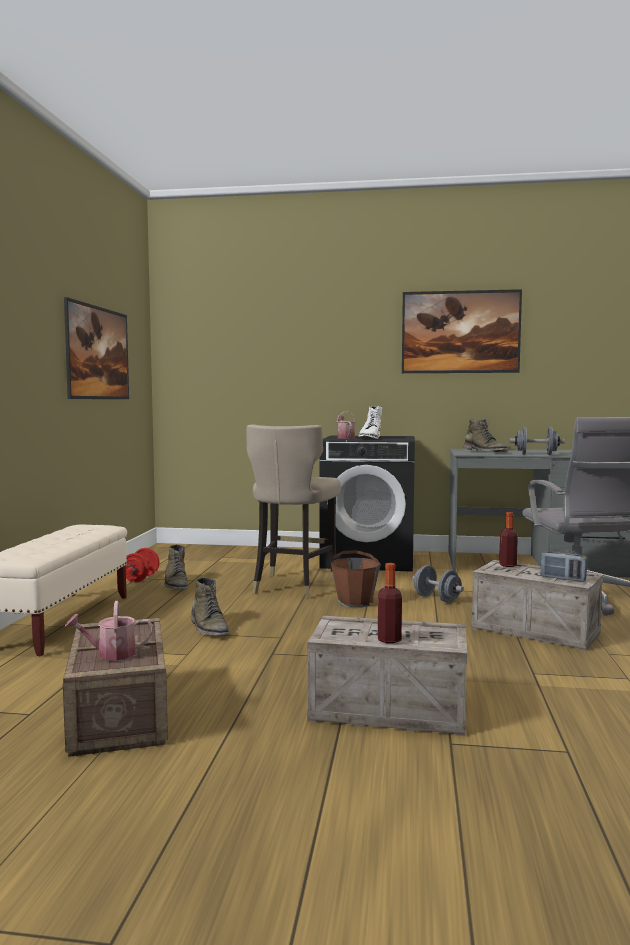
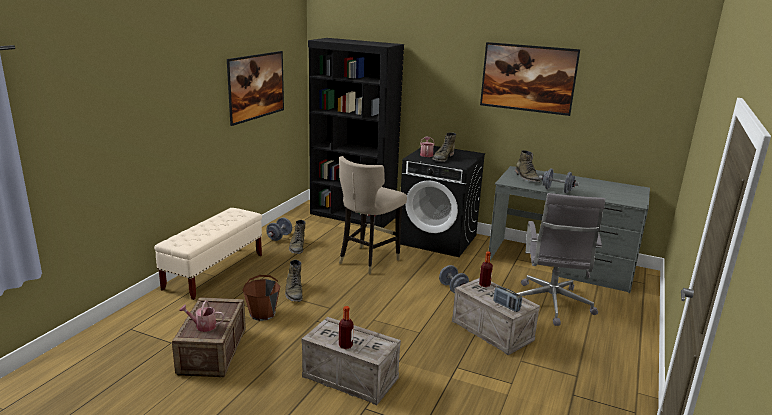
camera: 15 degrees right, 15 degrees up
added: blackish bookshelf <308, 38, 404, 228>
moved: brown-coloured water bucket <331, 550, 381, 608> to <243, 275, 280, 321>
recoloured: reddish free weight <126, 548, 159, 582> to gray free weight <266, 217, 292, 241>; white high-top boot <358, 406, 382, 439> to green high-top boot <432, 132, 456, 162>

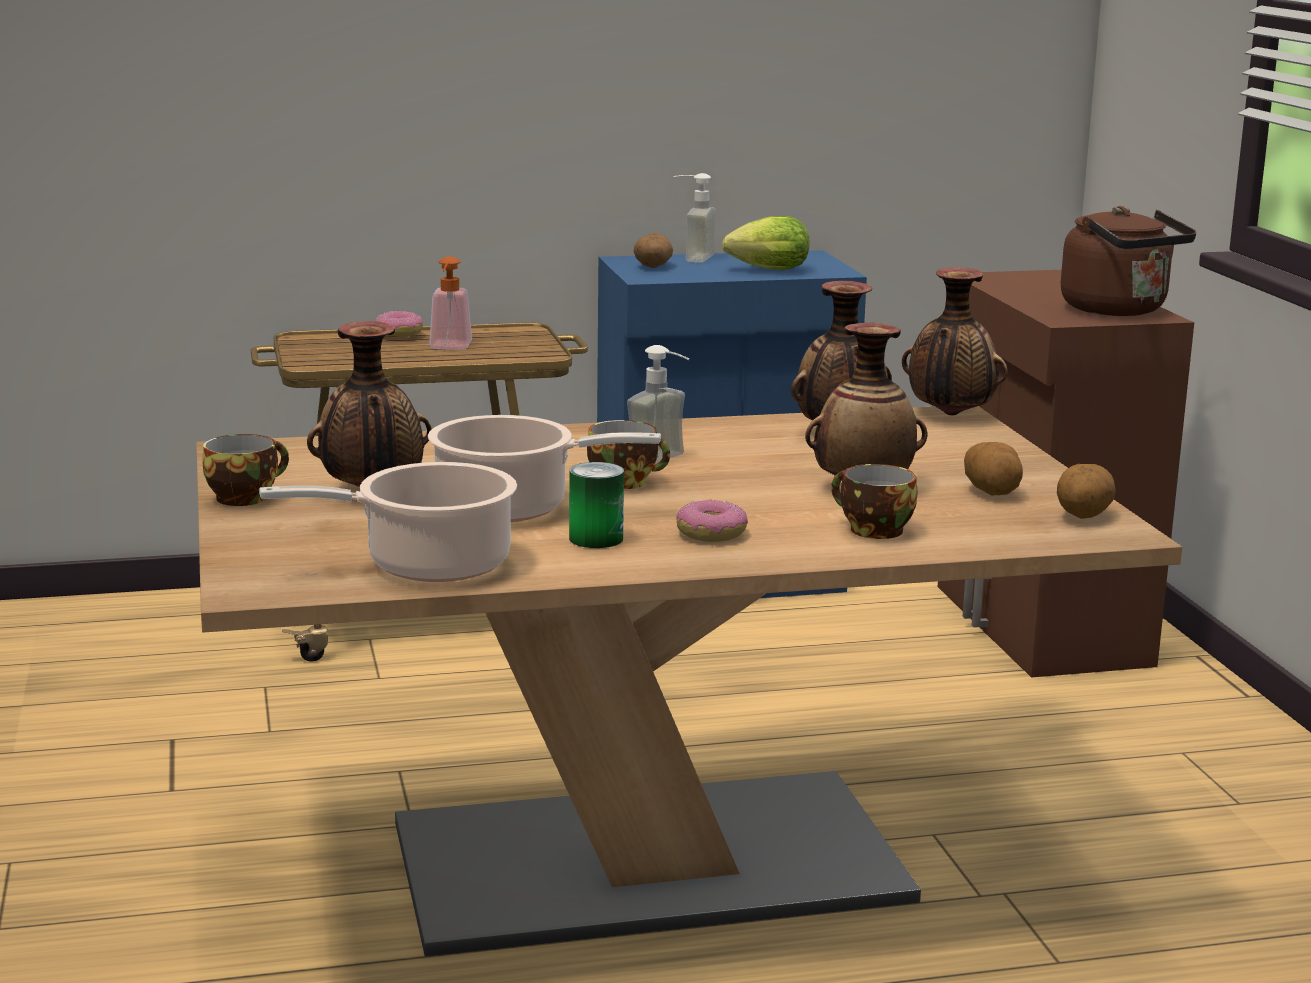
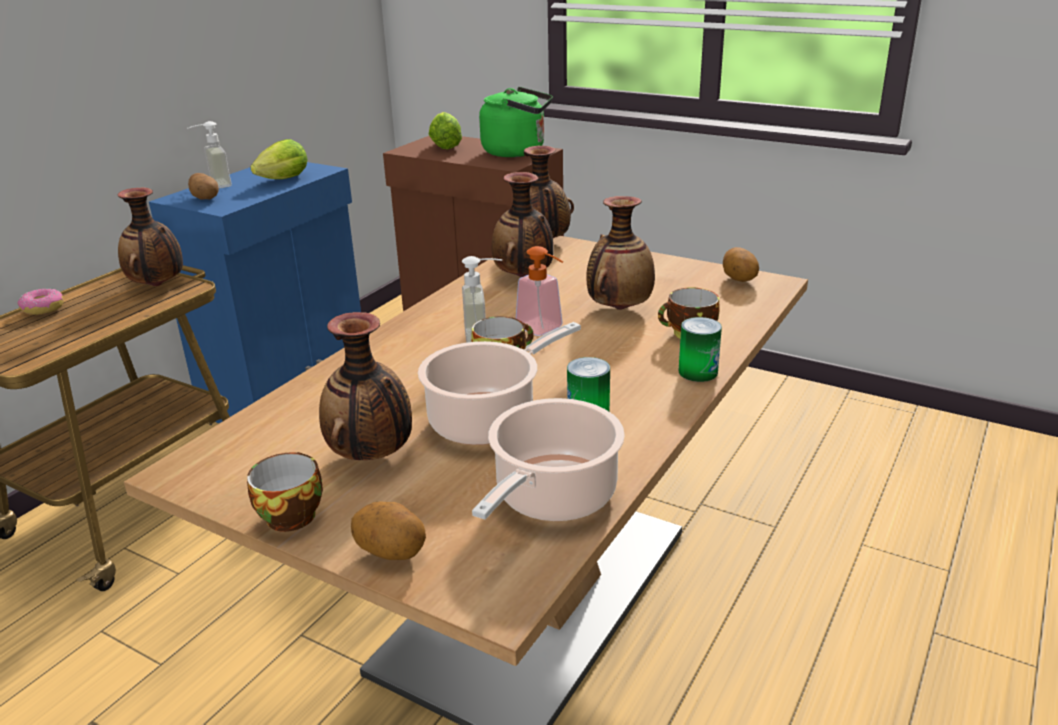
camera: 45 degrees left, 10 degrees up
removed: doughnut <677, 499, 748, 542>
added: flower vase <118, 188, 183, 286>; lettuce head <429, 112, 462, 150>; metal can <679, 317, 722, 382>
moved: whole potato <964, 442, 1023, 496> to <351, 501, 426, 560>; soap dispenser <429, 257, 472, 350> to <516, 246, 563, 336>
recoloured: brown-coloured water kettle <1061, 206, 1196, 316> to green water kettle <479, 87, 553, 157>

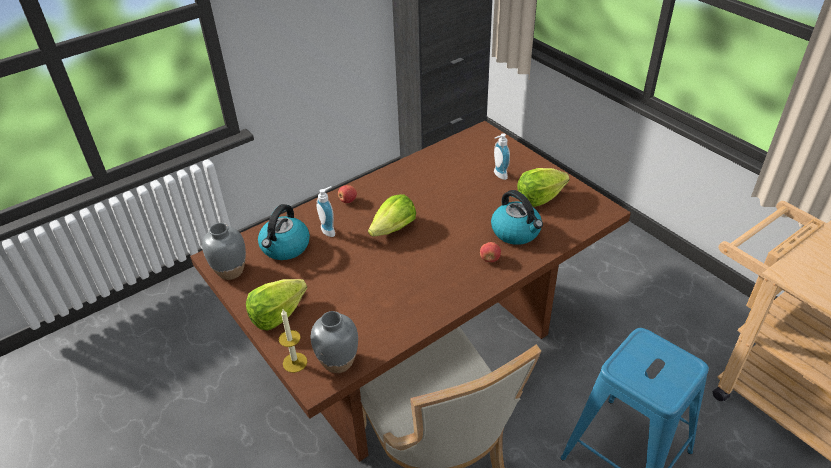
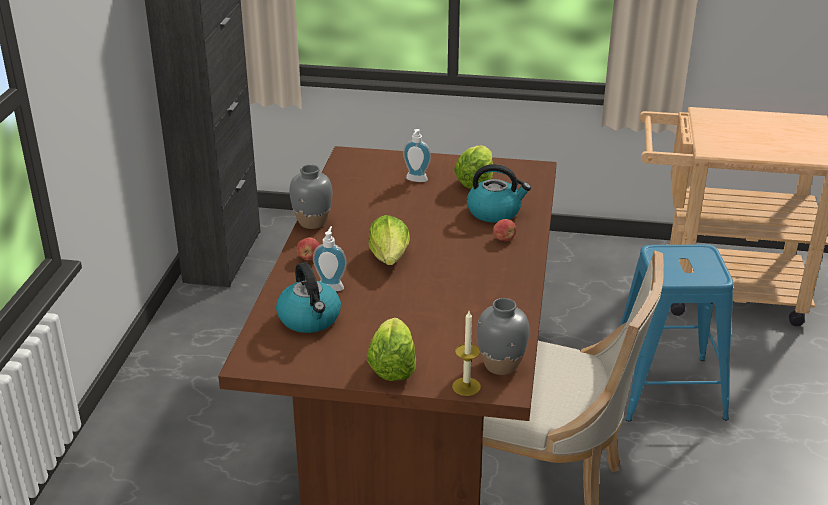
camera: 45 degrees left, 10 degrees down
moved: gray flower vase <202, 223, 246, 280> to <289, 165, 332, 229>

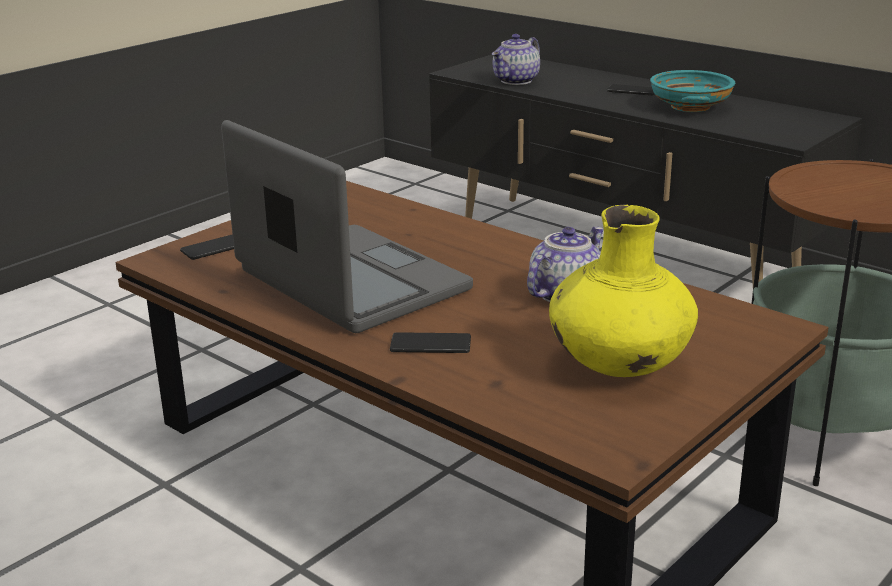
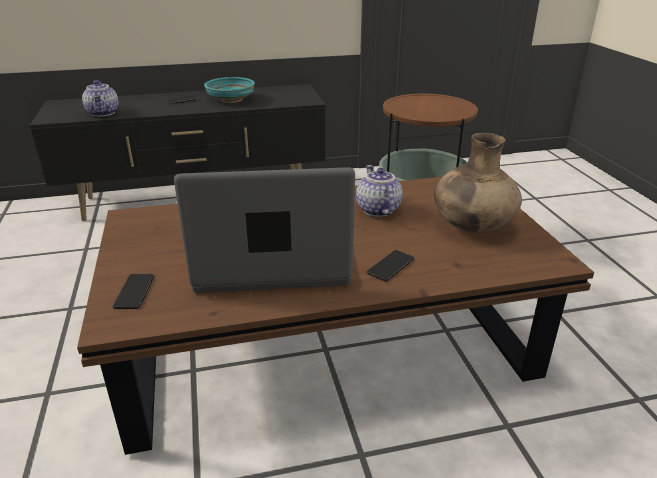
camera: 55 degrees left, 5 degrees up
recoloured: yellowish flower vase <549, 205, 698, 377> to brown-coloured flower vase <434, 133, 522, 233>

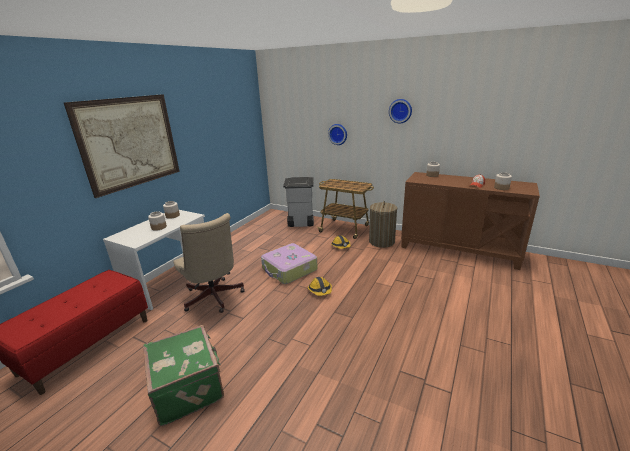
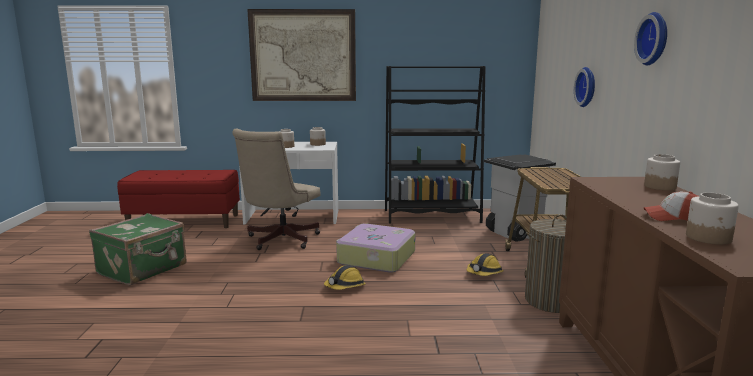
camera: 60 degrees right, 10 degrees down
added: blackish bookshelf <385, 66, 486, 224>

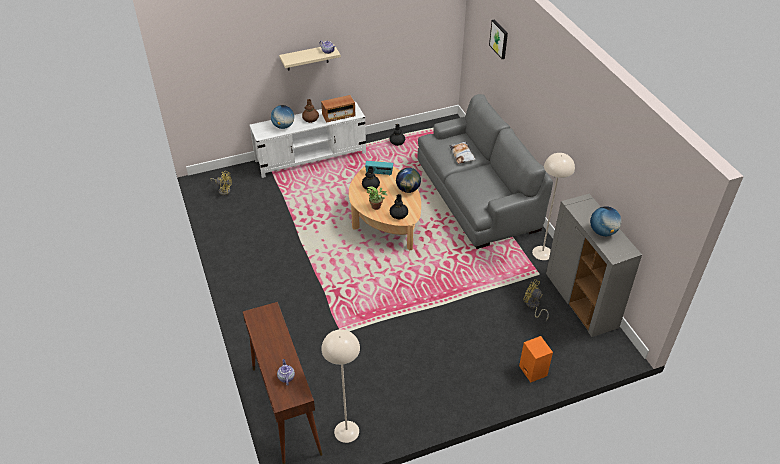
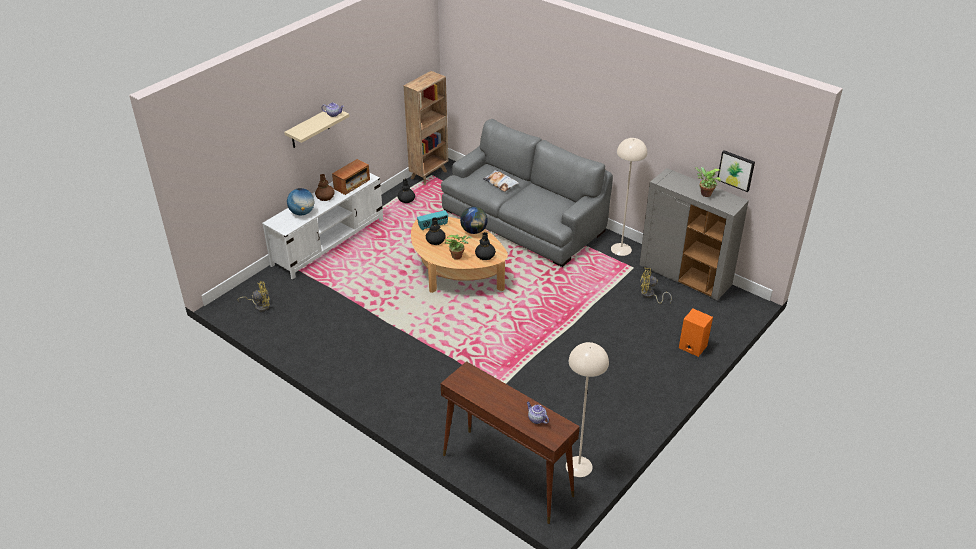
camera: 30 degrees left, 5 degrees down
added: brown-coloured bookshelf <404, 71, 448, 185>
moved: picture <489, 19, 508, 59> to <718, 150, 755, 192>
replaced: globe <590, 206, 621, 236> to plant in a pot <694, 167, 721, 197>

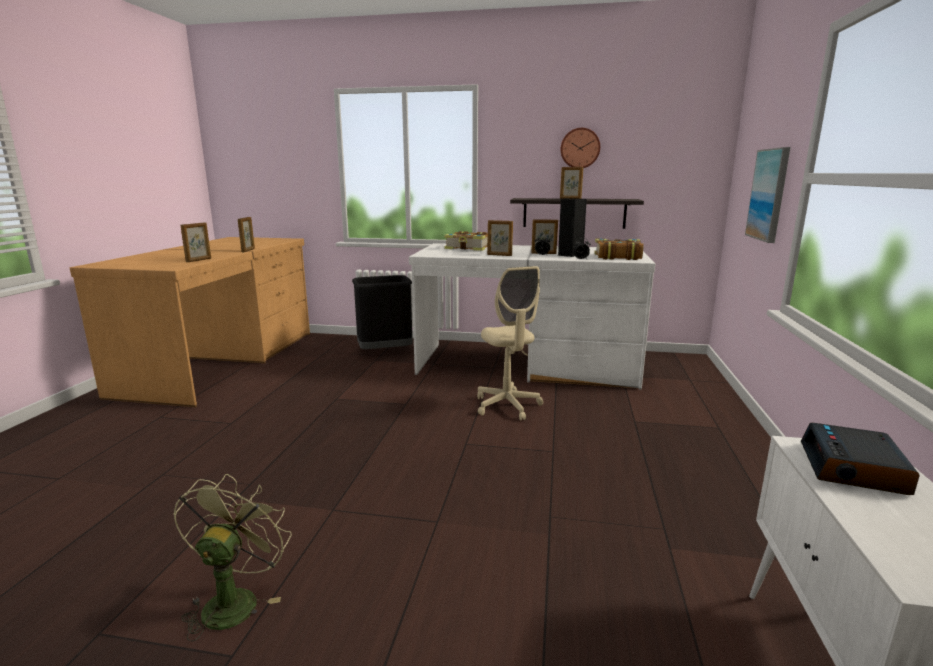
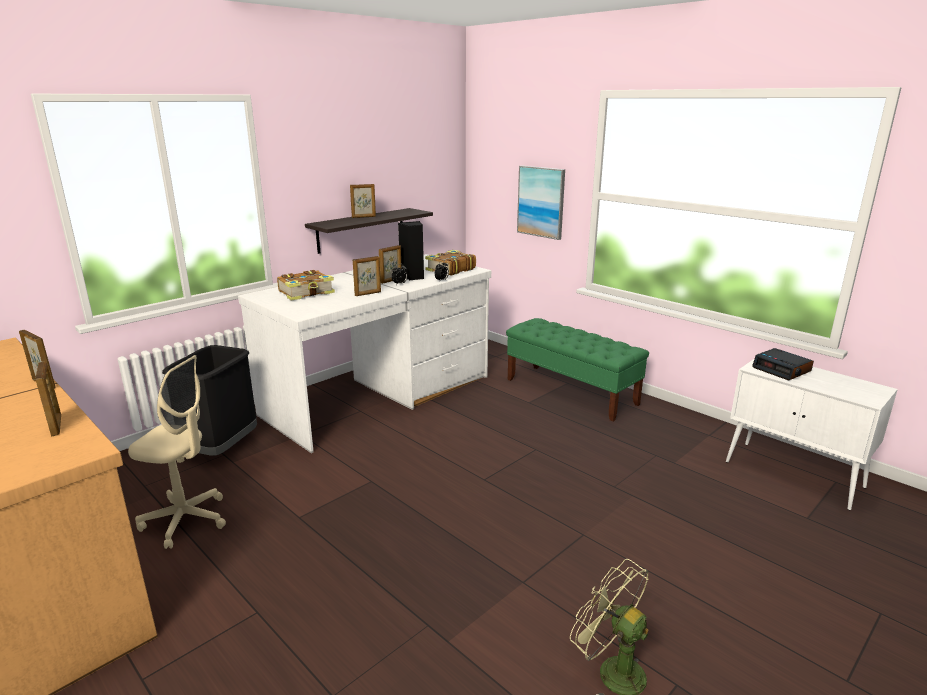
camera: 55 degrees left, 5 degrees up
removed: wall clock <561, 128, 600, 168>
added: green bench <506, 318, 649, 421>
moved: beige desk chair <477, 266, 543, 420> to <128, 355, 226, 549>

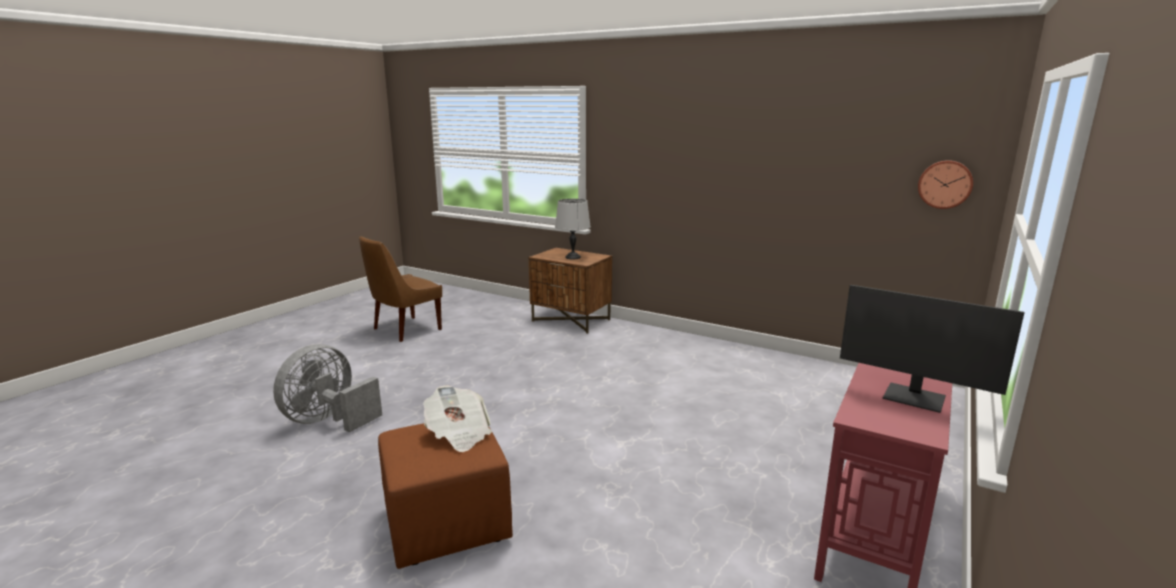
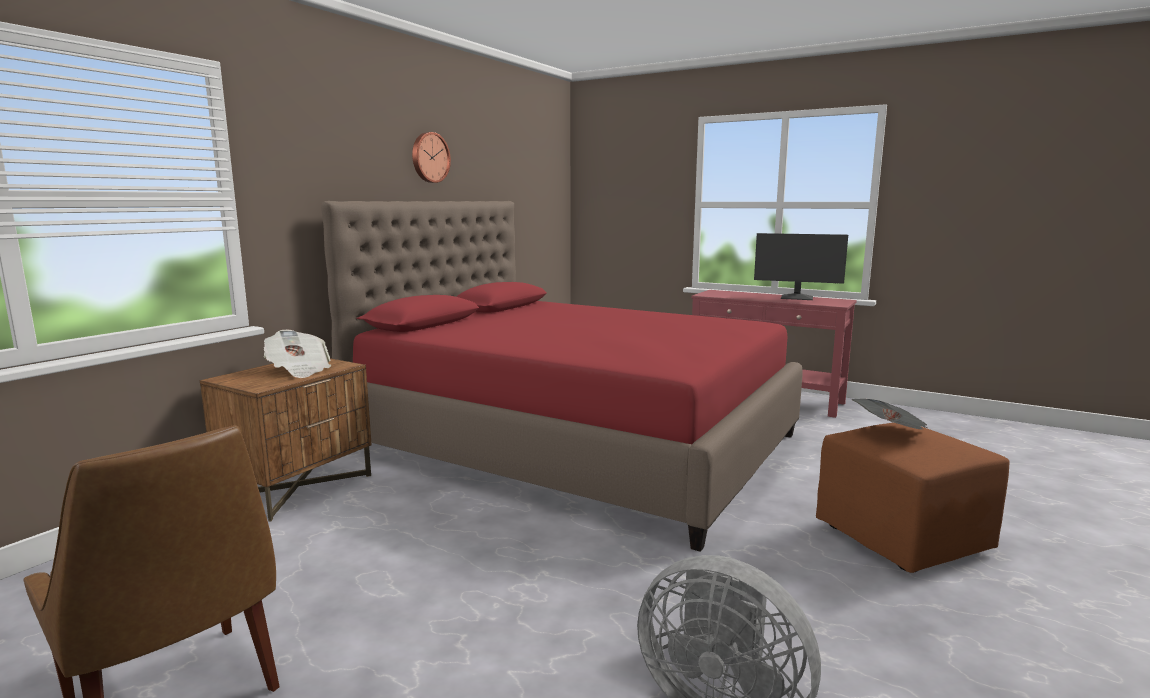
camera: 90 degrees left, 5 degrees down
added: reddish sleeping bed <321, 201, 803, 552>
moved: wall clock <918, 160, 973, 209> to <412, 132, 451, 183>
replaced: gray lamp for a table <555, 199, 591, 259> to printed paper <263, 330, 331, 378>
turned: monitor <840, 285, 1025, 413> = <754, 233, 848, 300> 75 degrees clockwise

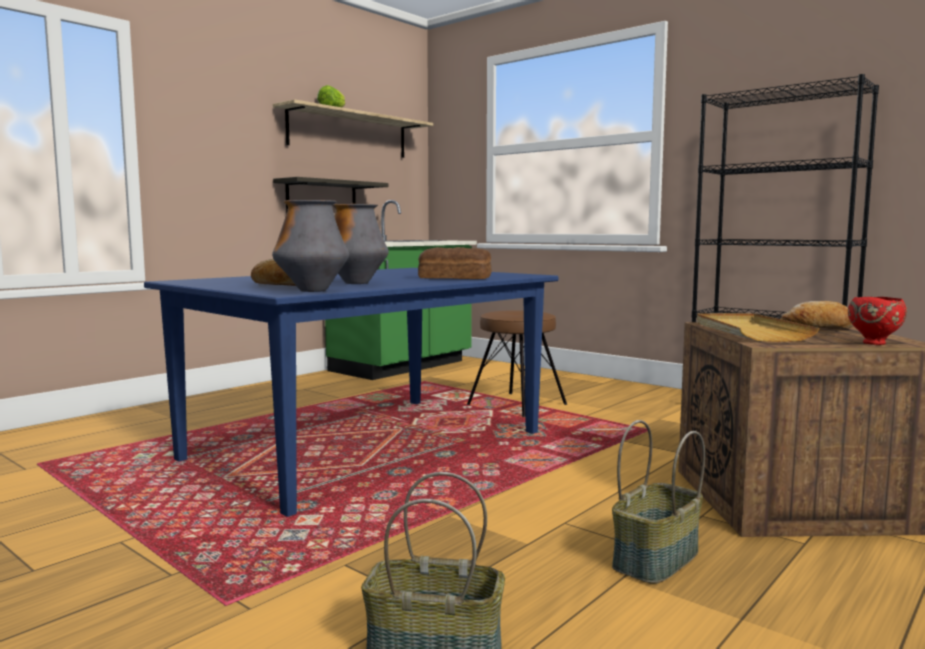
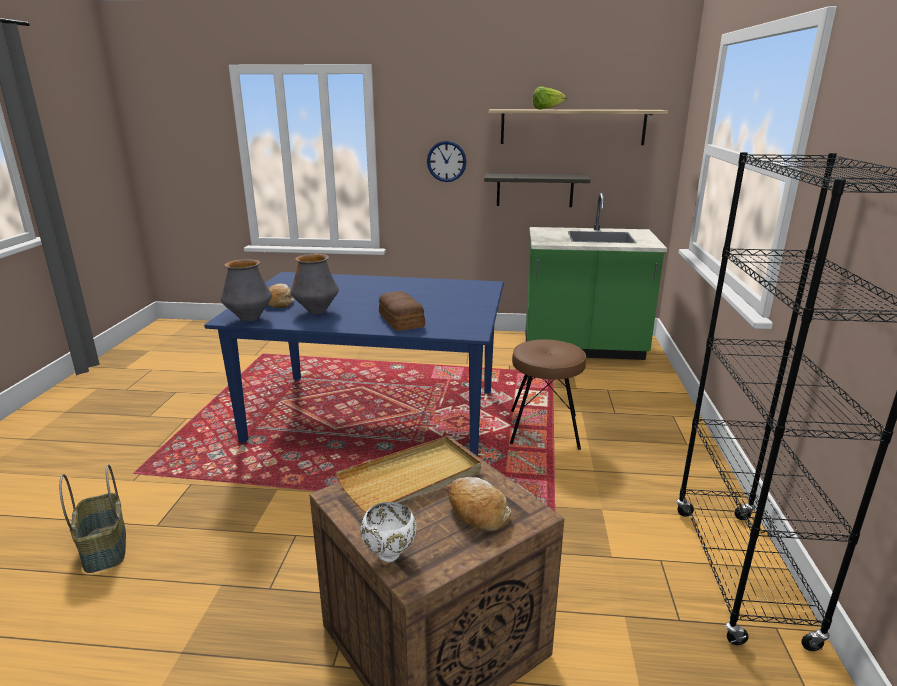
camera: 55 degrees right, 15 degrees up
removed: household basket <612, 420, 705, 584>
added: wall clock <427, 141, 466, 182>
recoloured: reddish bowl <848, 297, 907, 345> to white bowl <360, 502, 417, 562>

